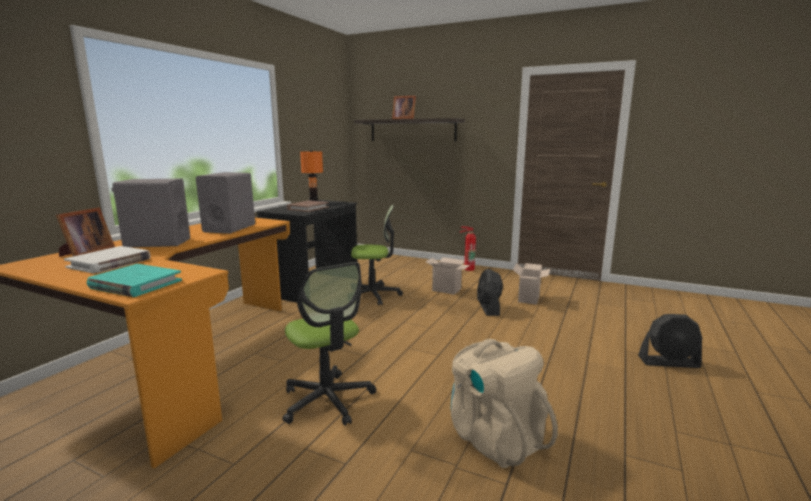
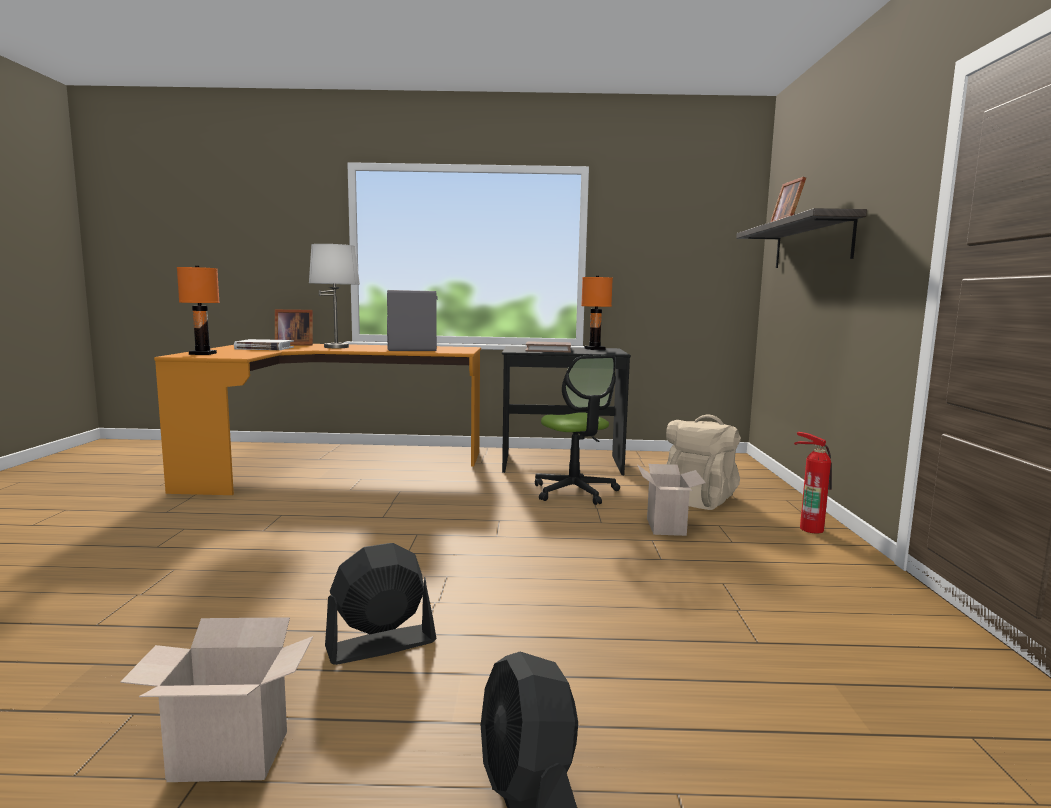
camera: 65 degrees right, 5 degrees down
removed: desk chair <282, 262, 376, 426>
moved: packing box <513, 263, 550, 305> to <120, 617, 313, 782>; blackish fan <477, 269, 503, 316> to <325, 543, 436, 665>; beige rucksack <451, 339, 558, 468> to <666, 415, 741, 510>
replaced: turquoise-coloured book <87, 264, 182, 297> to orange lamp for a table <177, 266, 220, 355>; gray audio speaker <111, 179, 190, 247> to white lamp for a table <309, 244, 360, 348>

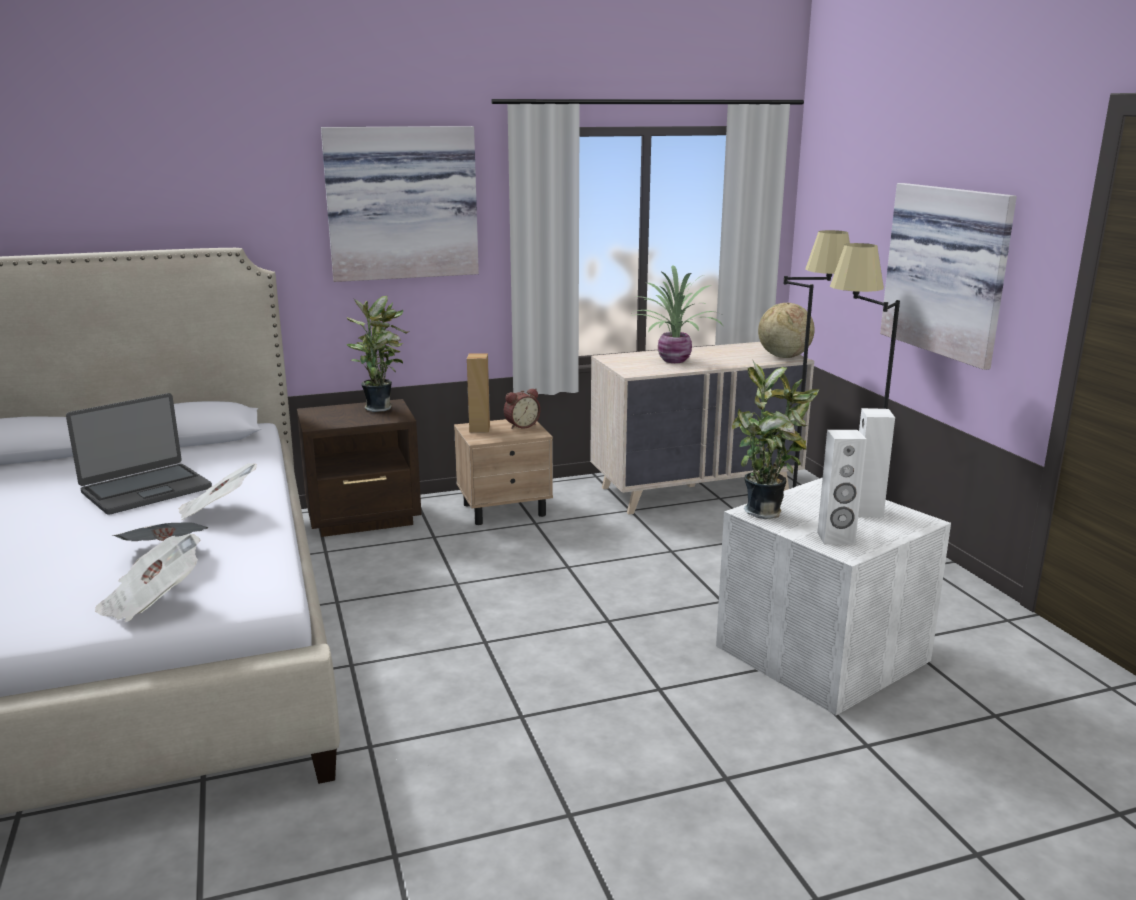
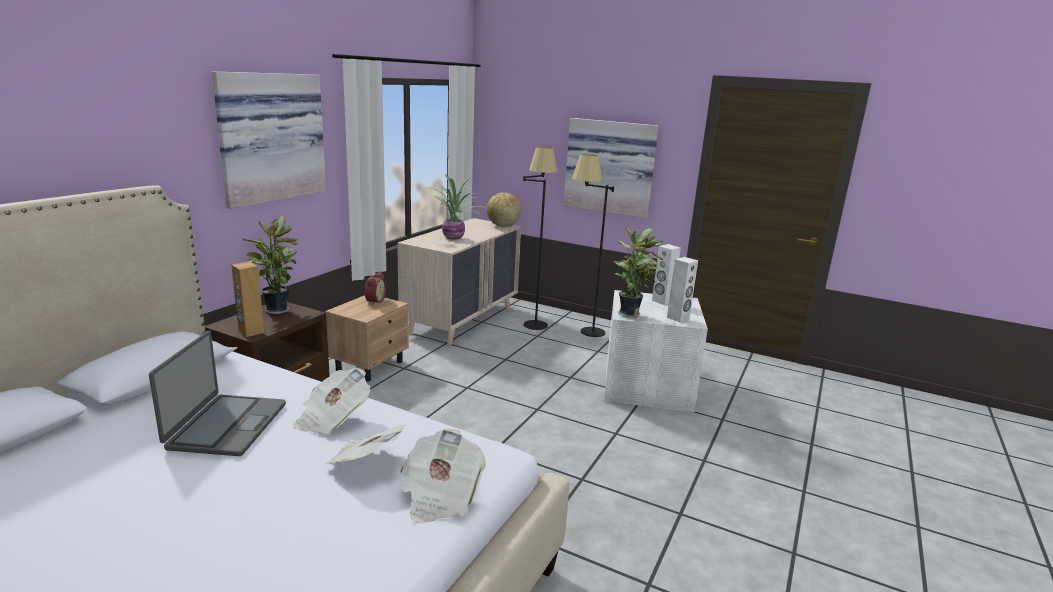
camera: 45 degrees left, 0 degrees up
moved: brown-coloured audio speaker <467, 353, 490, 433> to <231, 262, 264, 337>

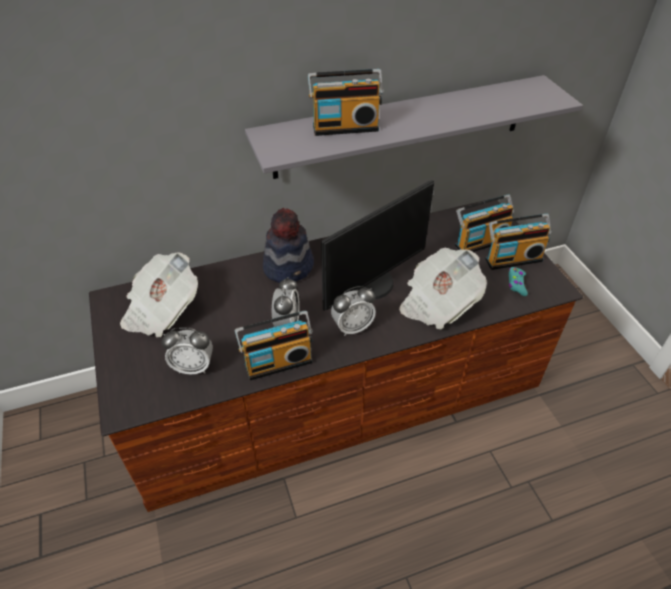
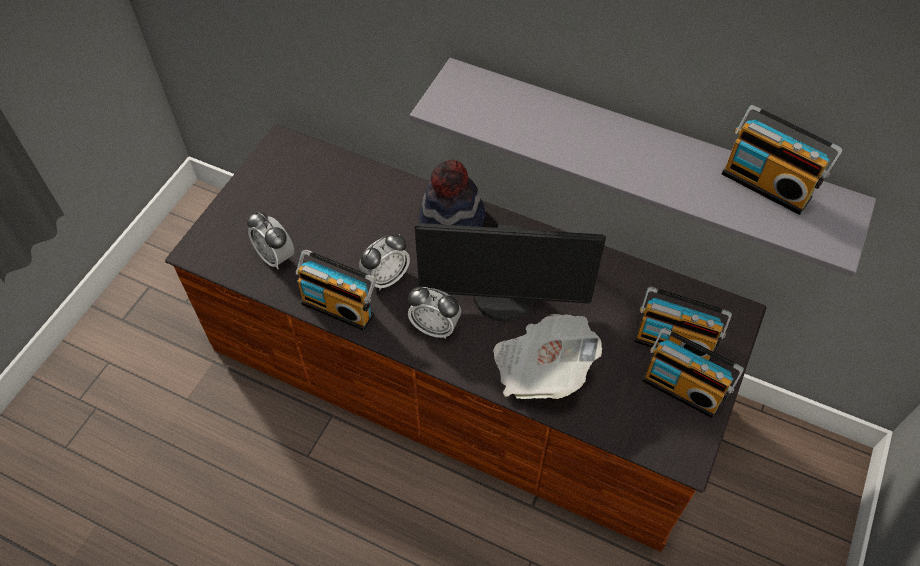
camera: 45 degrees right, 10 degrees up
removed: printed paper <120, 253, 198, 337>; turquoise-coloured game controller <509, 267, 528, 296>
moved: radio <308, 69, 384, 136> to <722, 105, 843, 215>

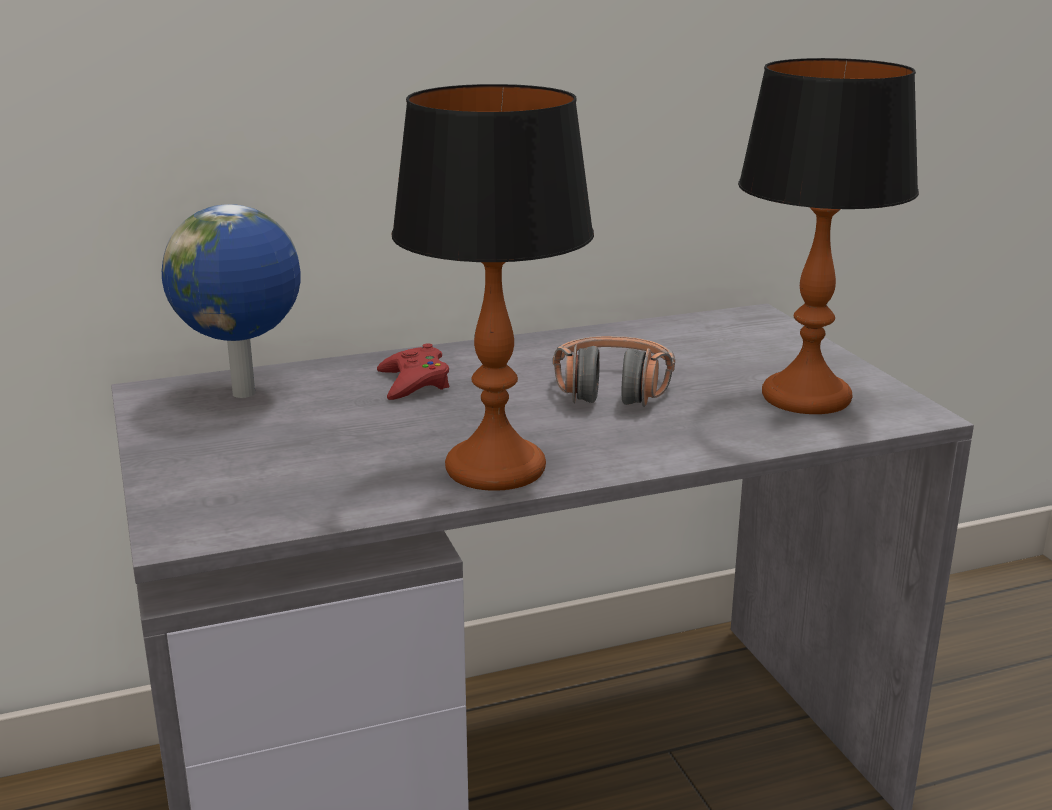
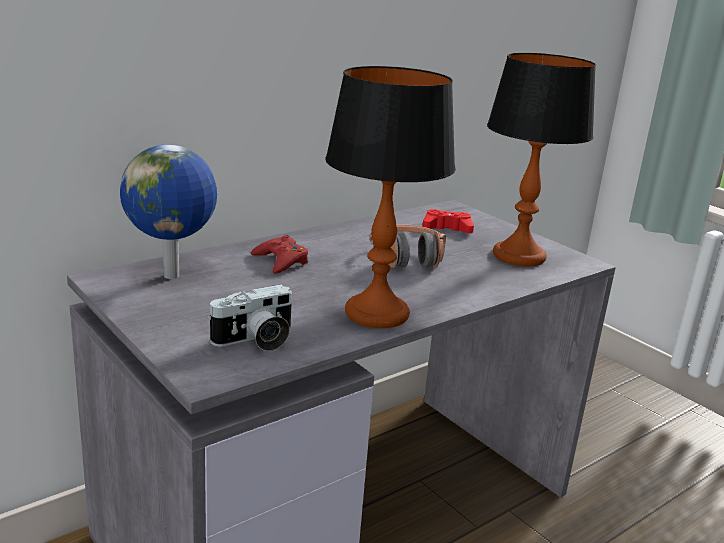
camera: 20 degrees left, 0 degrees up
added: photo camera <207, 285, 293, 351>; reddish game controller <422, 209, 474, 233>

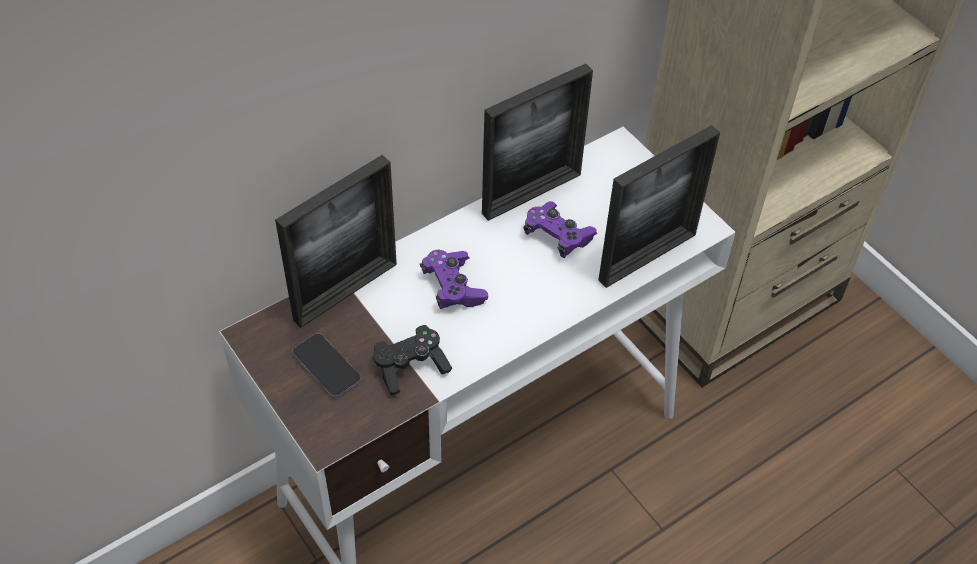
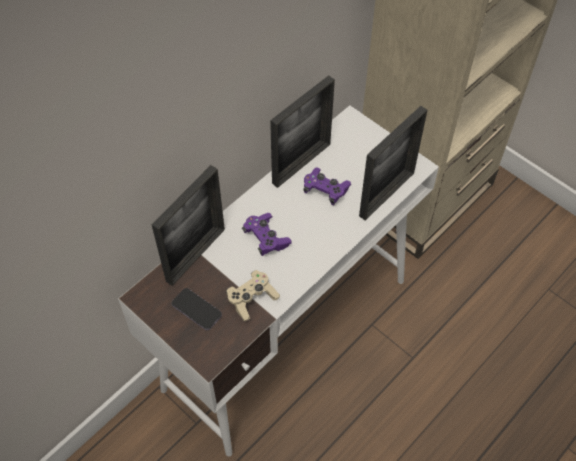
camera: 10 degrees left, 5 degrees up
recoloured: blackish game controller <373, 325, 452, 395> to beige game controller <226, 270, 280, 321>

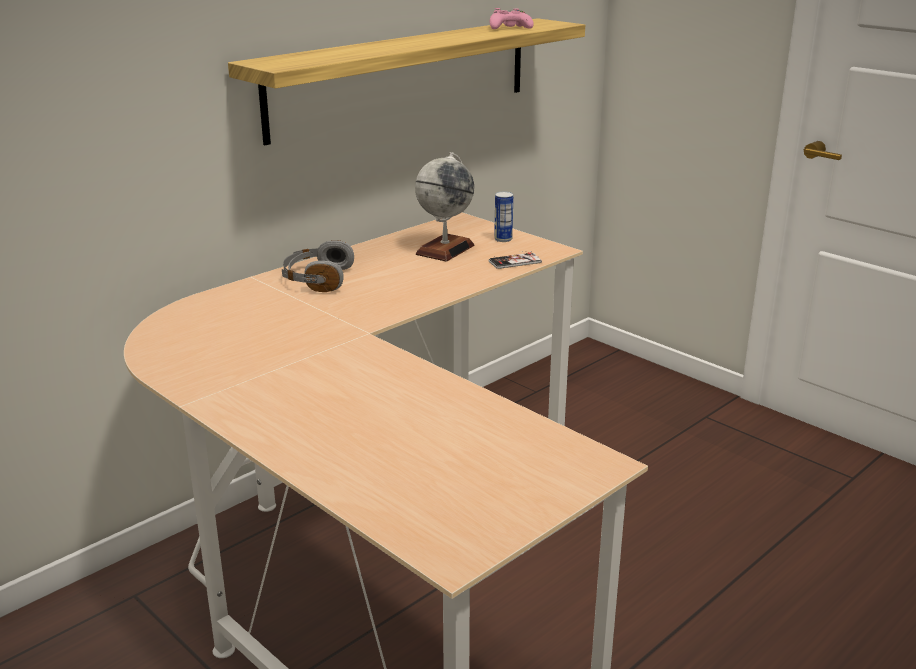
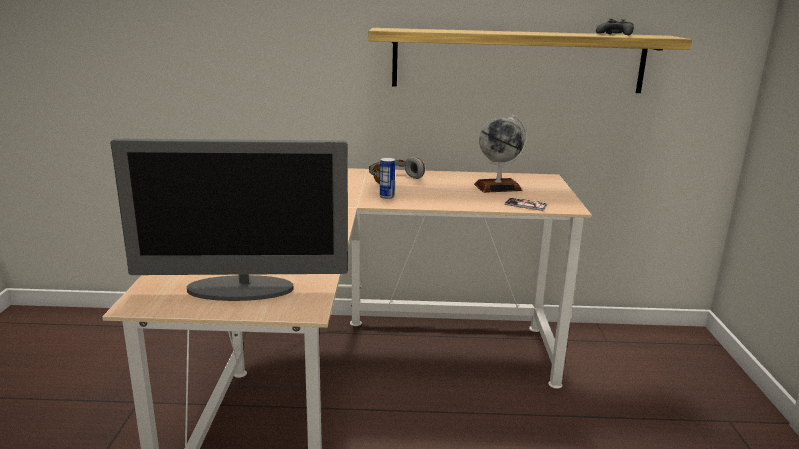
camera: 45 degrees right, 5 degrees down
added: monitor <111, 139, 348, 301>
moved: metal can <494, 192, 513, 242> to <380, 157, 395, 199>
recoloured: pinkish game controller <490, 8, 534, 29> to blackish game controller <596, 19, 634, 35>

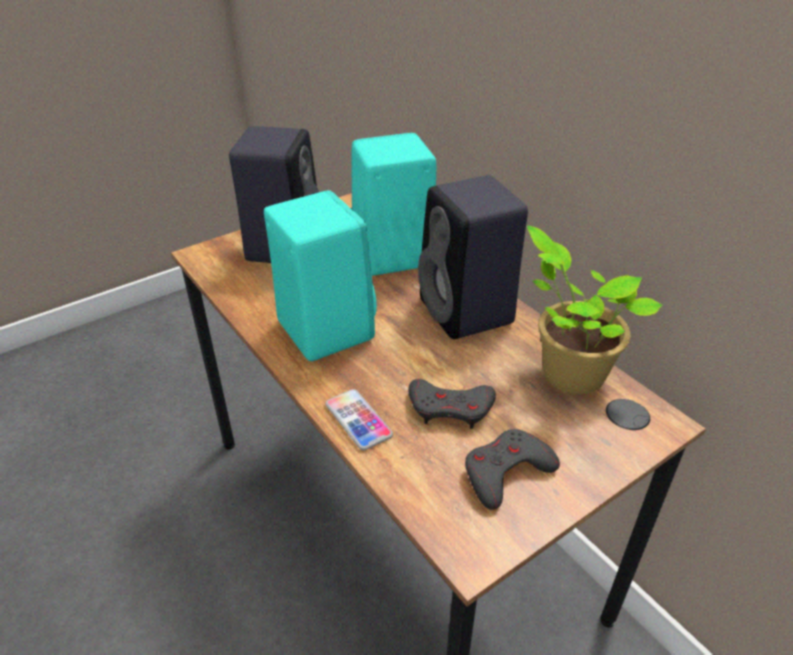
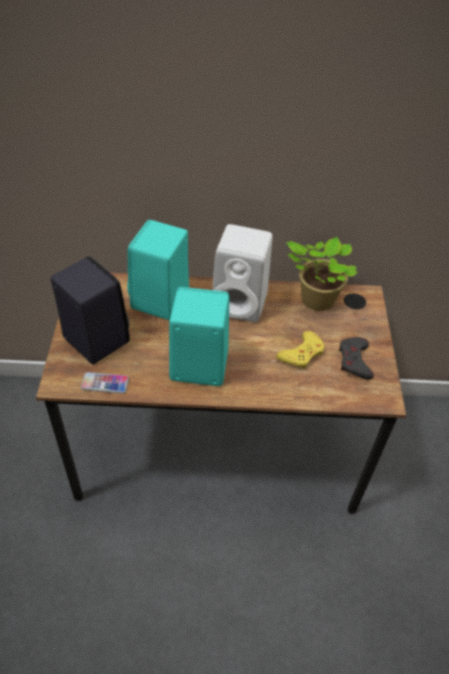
camera: 55 degrees left, 10 degrees up
moved: telephone <325, 389, 393, 450> to <81, 372, 129, 394>
recoloured: blackish audio speaker <418, 175, 528, 339> to white audio speaker <212, 224, 273, 323>; gray game controller <408, 379, 496, 429> to yellowish game controller <276, 331, 325, 369>

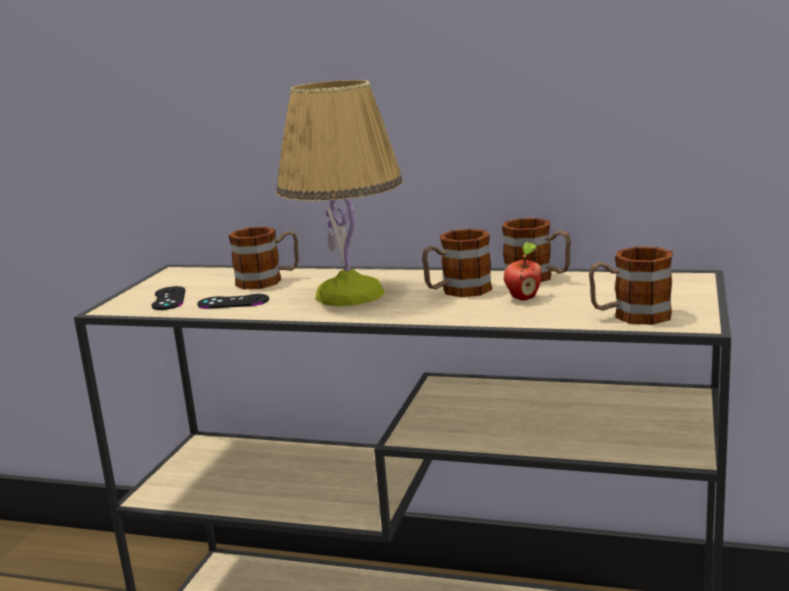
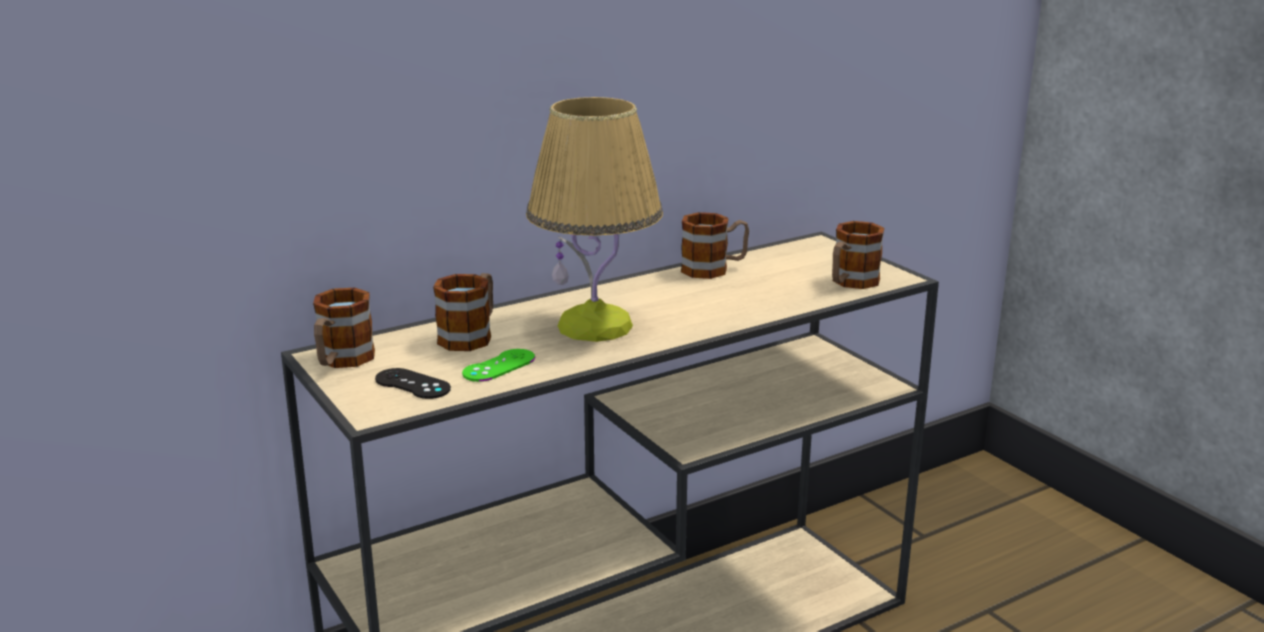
camera: 50 degrees left, 5 degrees up
removed: whole apple <504, 242, 542, 301>
moved: mug <422, 229, 492, 297> to <313, 288, 375, 368>
recoloured: blackish game controller <197, 294, 269, 309> to green game controller <462, 349, 535, 382>

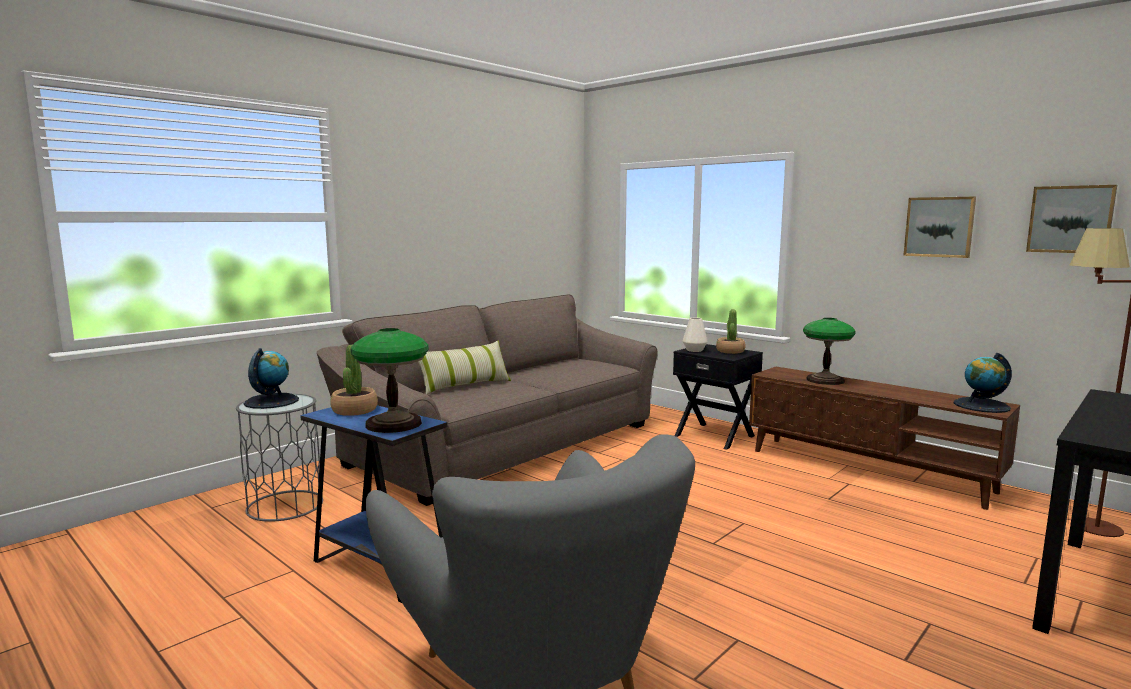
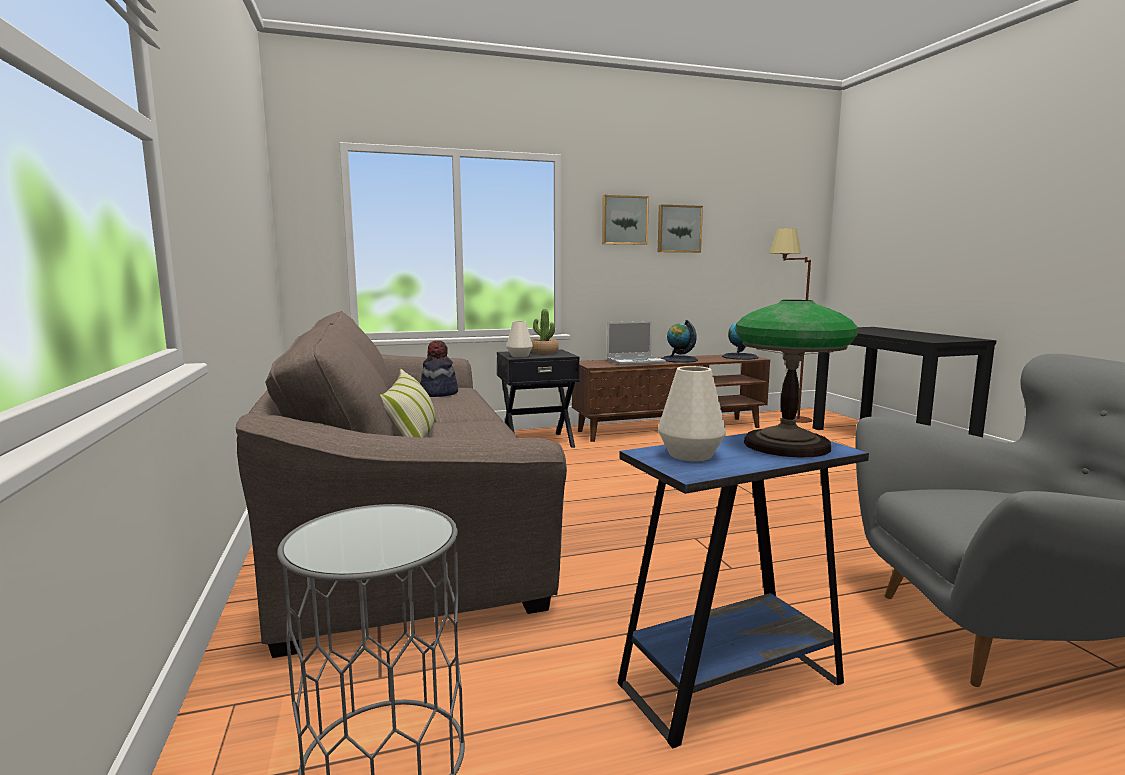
camera: 60 degrees left, 0 degrees up
added: hat <420, 341, 458, 397>
moved: picture <1026, 185, 1117, 253> to <602, 195, 649, 245>; globe <244, 348, 299, 409> to <661, 320, 698, 363>
replaced: lamp for a table <803, 318, 855, 385> to portable computer <607, 321, 666, 366>; plant in a pot <330, 345, 378, 416> to white flower vase <658, 366, 726, 461>

